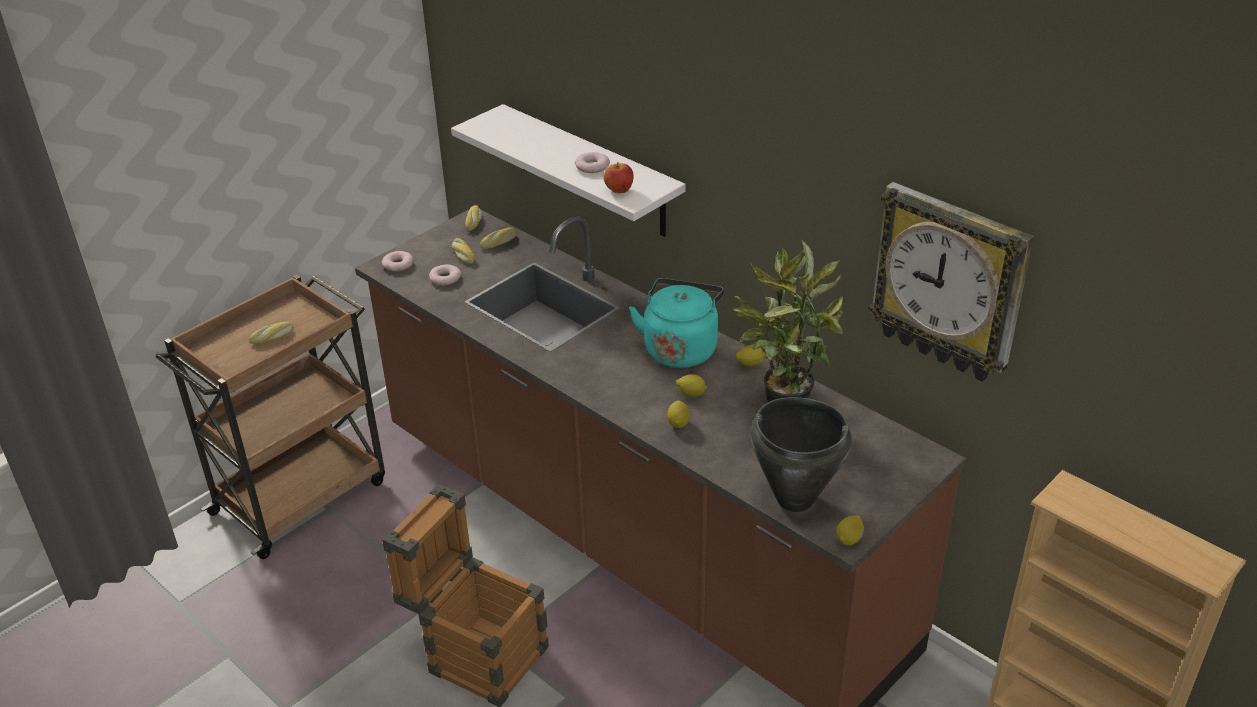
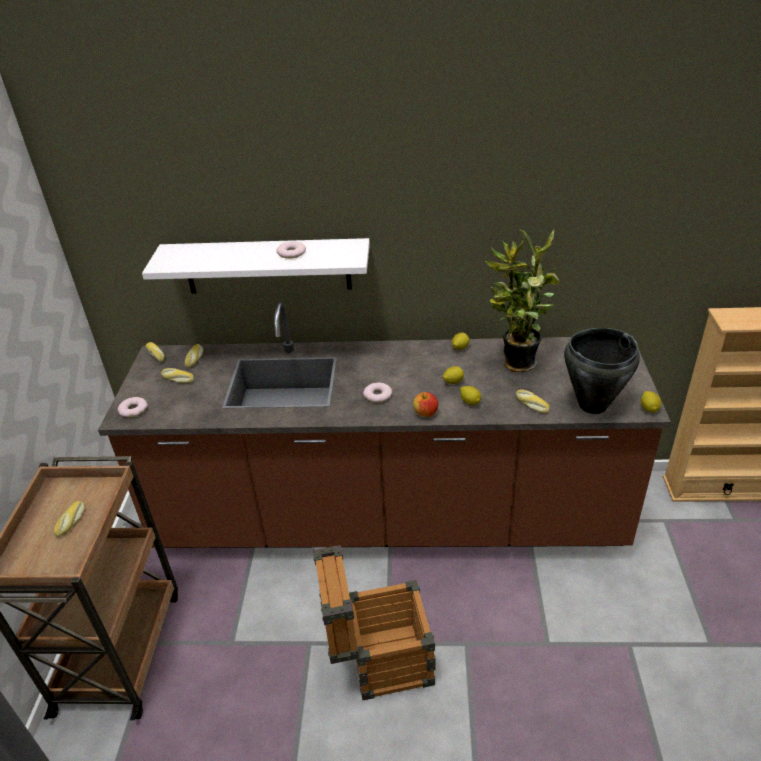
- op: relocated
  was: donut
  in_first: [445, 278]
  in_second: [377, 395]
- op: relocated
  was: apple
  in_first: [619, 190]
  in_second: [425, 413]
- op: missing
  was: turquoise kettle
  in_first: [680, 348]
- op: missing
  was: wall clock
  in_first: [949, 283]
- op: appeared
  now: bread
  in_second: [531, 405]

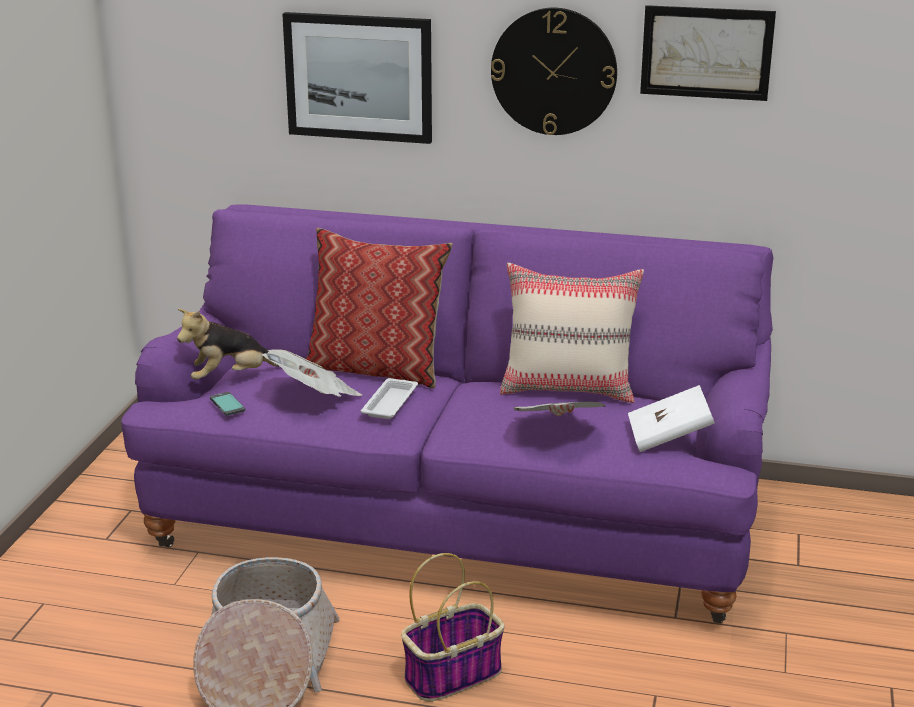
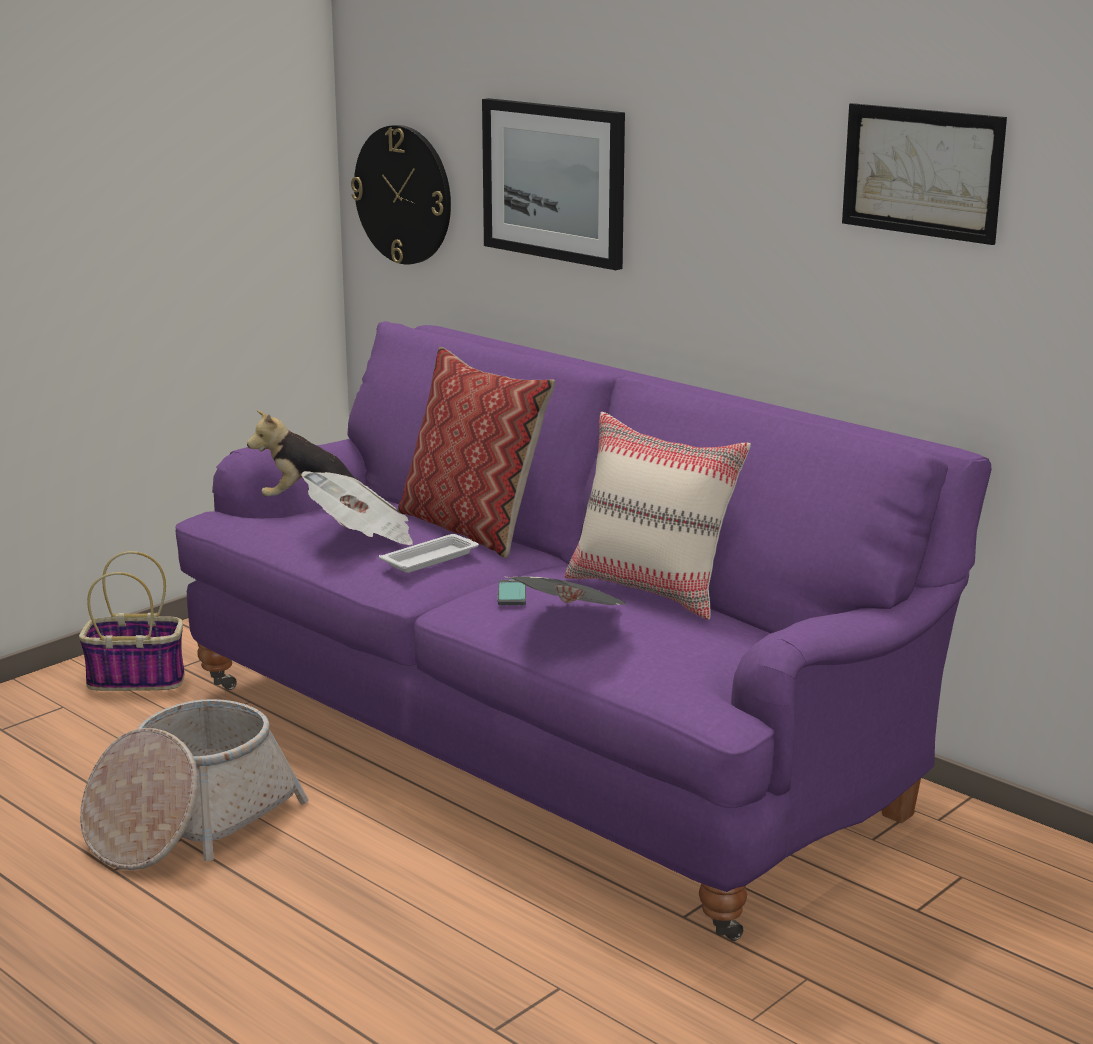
- op: relocated
  was: phone
  in_first: [227, 405]
  in_second: [511, 594]
- op: relocated
  was: basket
  in_first: [453, 674]
  in_second: [138, 679]
- op: relocated
  was: wall clock
  in_first: [554, 71]
  in_second: [403, 195]
- op: missing
  was: white book
  in_first: [669, 437]

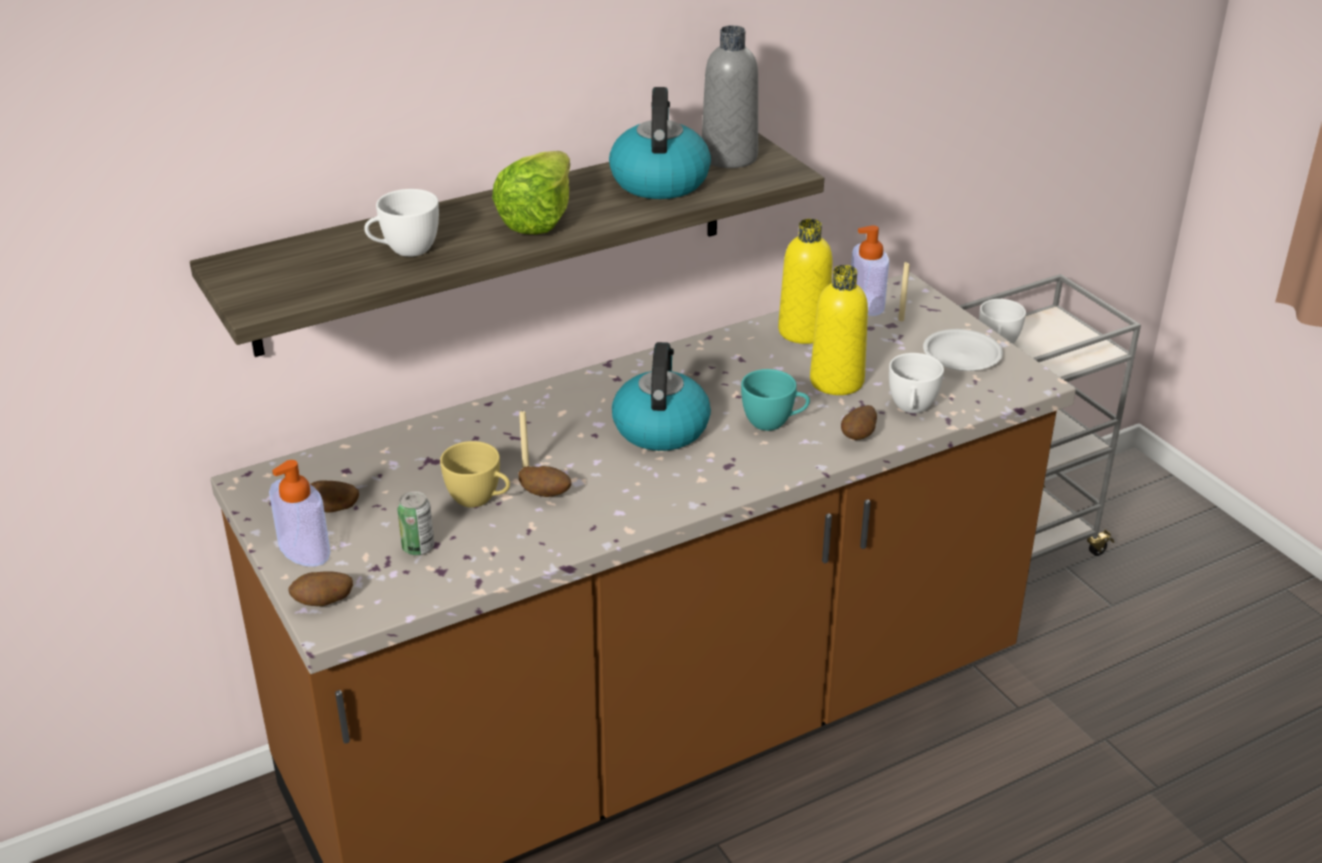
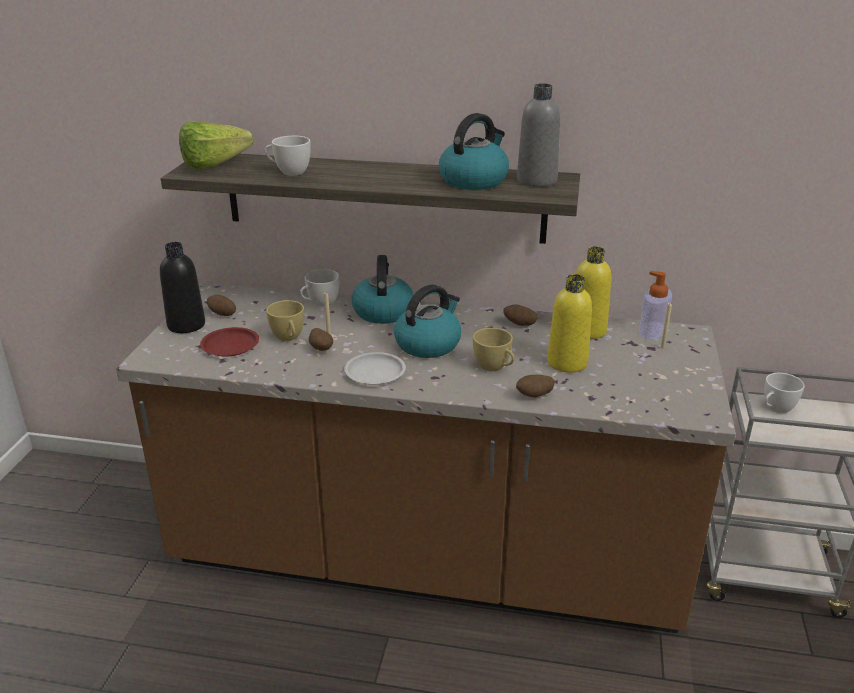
- op: exchanged
  was: soap dispenser
  now: black bottle
  in_first: [304, 549]
  in_second: [186, 325]
- op: relocated
  was: potato
  in_first: [323, 603]
  in_second: [519, 324]
- op: exchanged
  was: can
  now: red plate
  in_first: [418, 547]
  in_second: [230, 346]
- op: relocated
  was: lettuce
  in_first: [545, 215]
  in_second: [221, 164]
- op: colour
  was: turquoise cup
  now: yellow cup
  in_first: [774, 423]
  in_second: [495, 368]
- op: relocated
  was: white cup
  in_first: [911, 409]
  in_second: [320, 303]
- op: relocated
  was: white plate
  in_first: [962, 355]
  in_second: [375, 372]
- op: appeared
  now: kettle
  in_second: [383, 311]

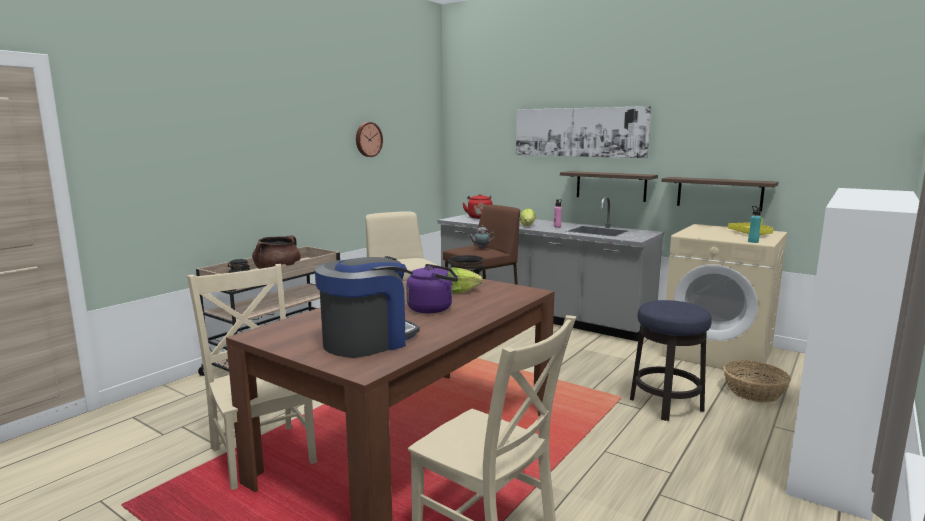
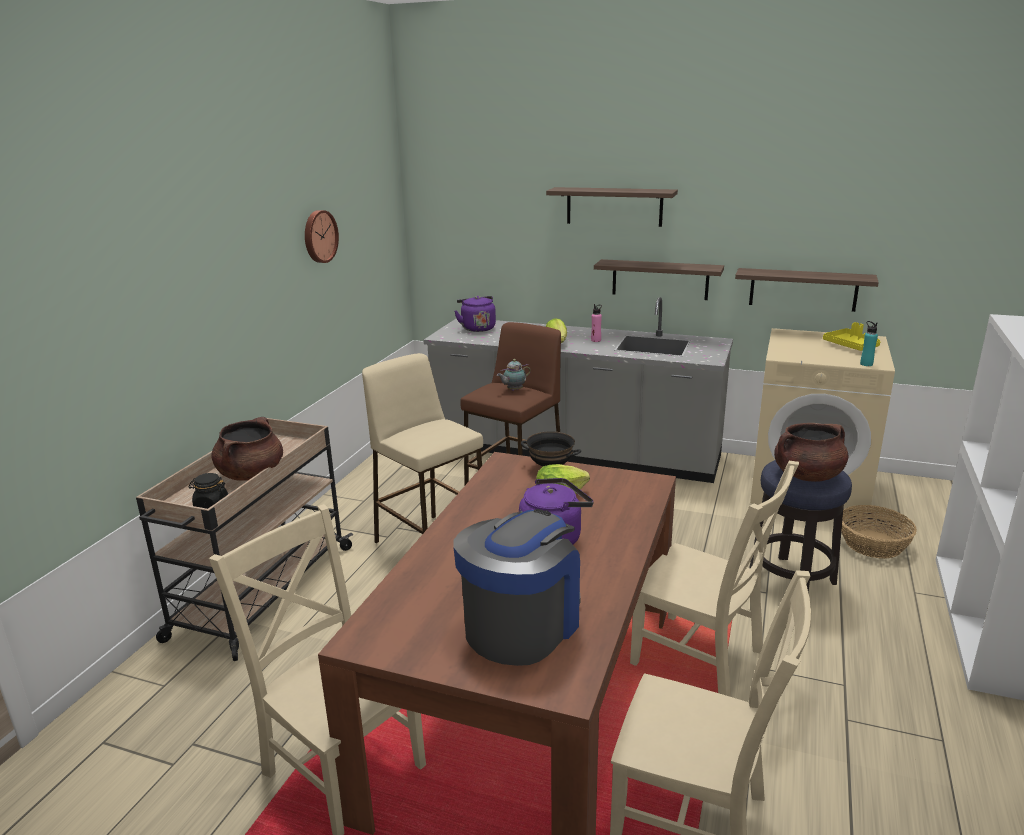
- op: colour
  was: red kettle
  now: purple kettle
  in_first: [479, 217]
  in_second: [477, 328]
- op: exchanged
  was: picture
  now: shelf
  in_first: [579, 132]
  in_second: [614, 206]
- op: appeared
  now: beige chair
  in_second: [702, 660]
- op: appeared
  now: brown cooking pot
  in_second: [807, 476]

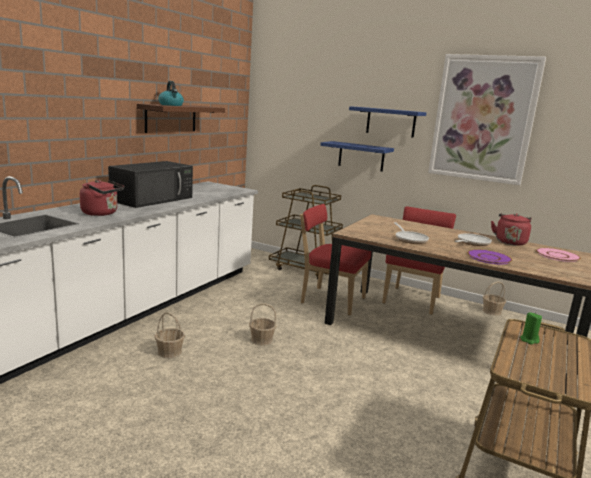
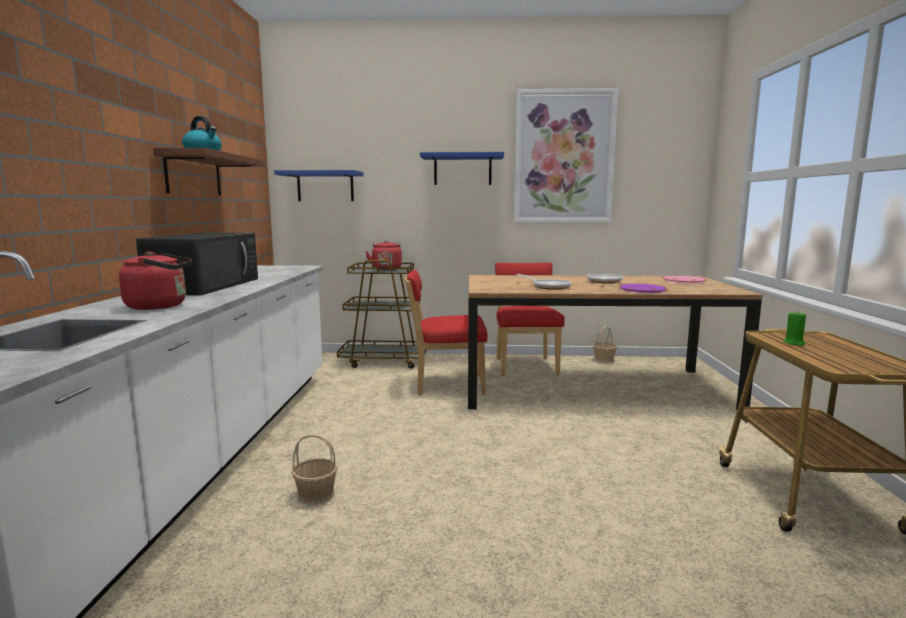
- op: missing
  was: basket
  in_first: [261, 340]
- op: relocated
  was: blue shelf
  in_first: [361, 156]
  in_second: [325, 186]
- op: relocated
  was: red kettle
  in_first: [510, 242]
  in_second: [386, 269]

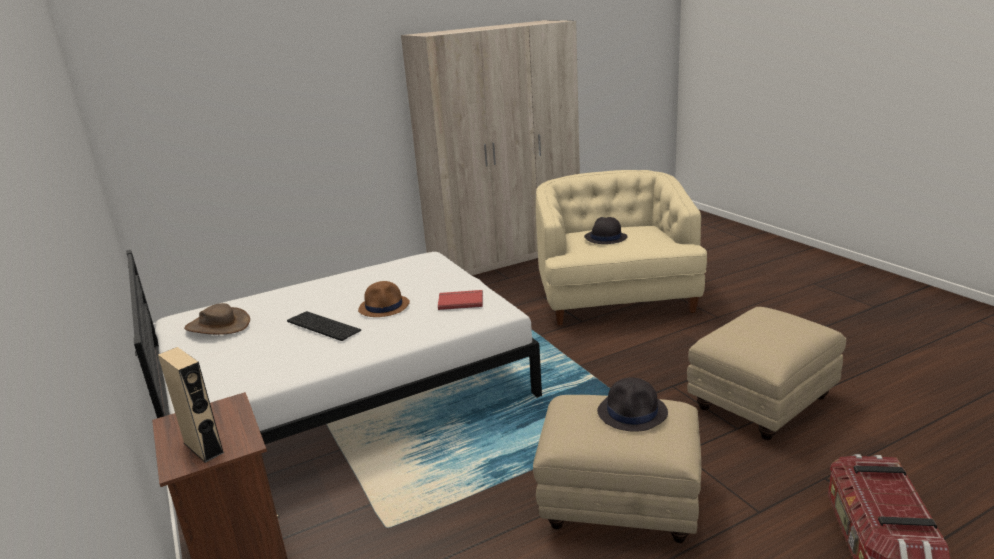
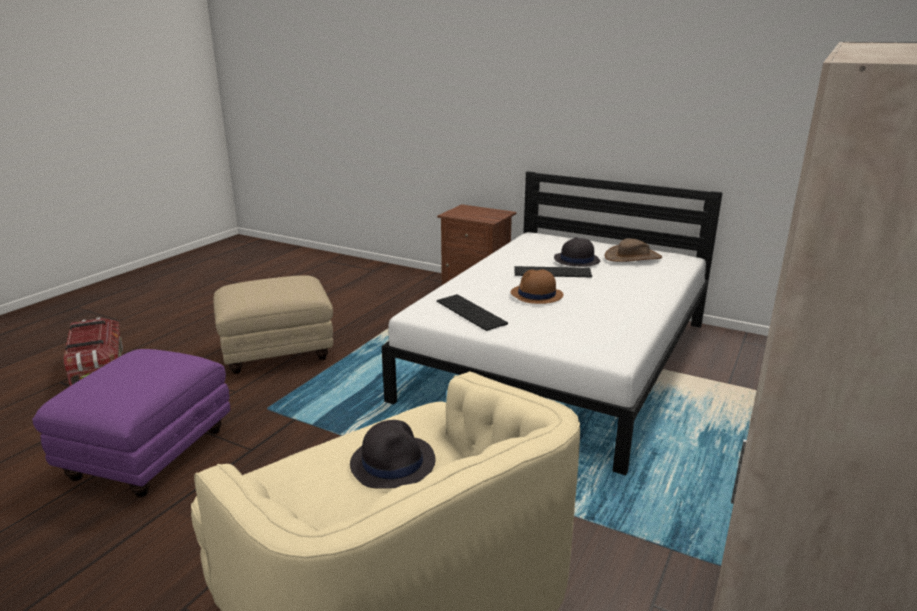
- op: missing
  was: beige speaker
  in_first: [203, 447]
- op: exchanged
  was: red book
  now: keyboard
  in_first: [460, 301]
  in_second: [472, 312]
- op: relocated
  was: black hat
  in_first: [633, 412]
  in_second: [576, 260]
- op: colour
  was: beige ottoman
  now: purple ottoman
  in_first: [762, 403]
  in_second: [148, 456]

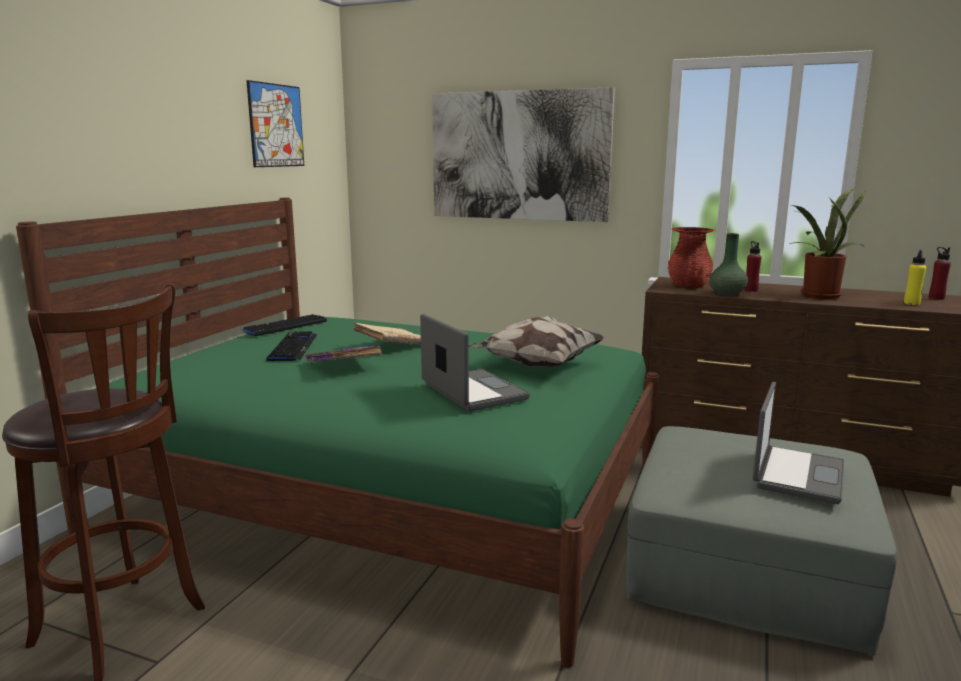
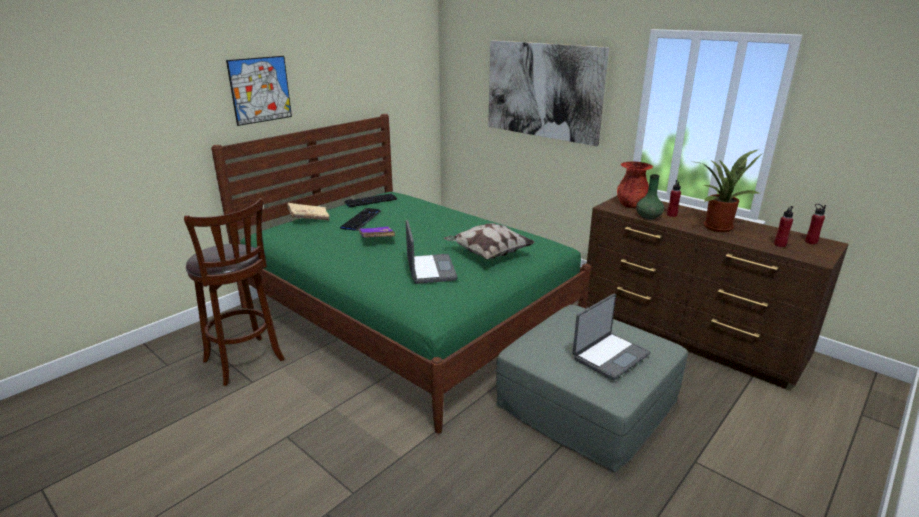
- op: relocated
  was: picture
  in_first: [276, 125]
  in_second: [260, 90]
- op: relocated
  was: beige book
  in_first: [392, 346]
  in_second: [309, 218]
- op: colour
  was: yellow bottle
  now: red bottle
  in_first: [912, 303]
  in_second: [780, 245]

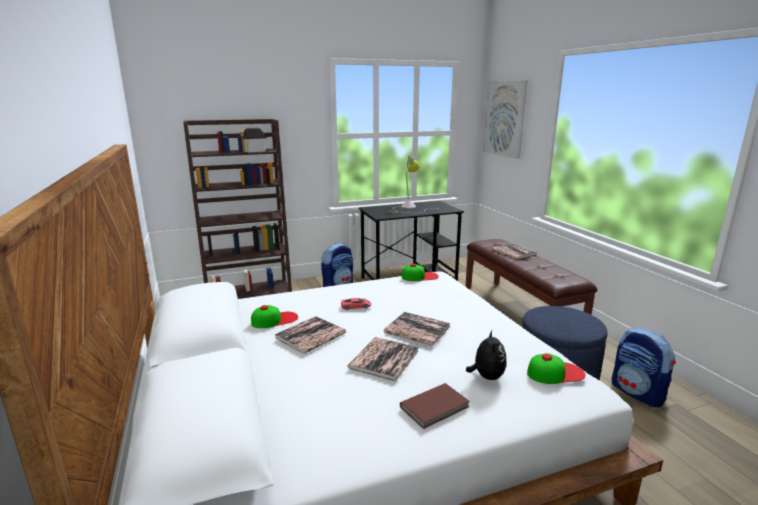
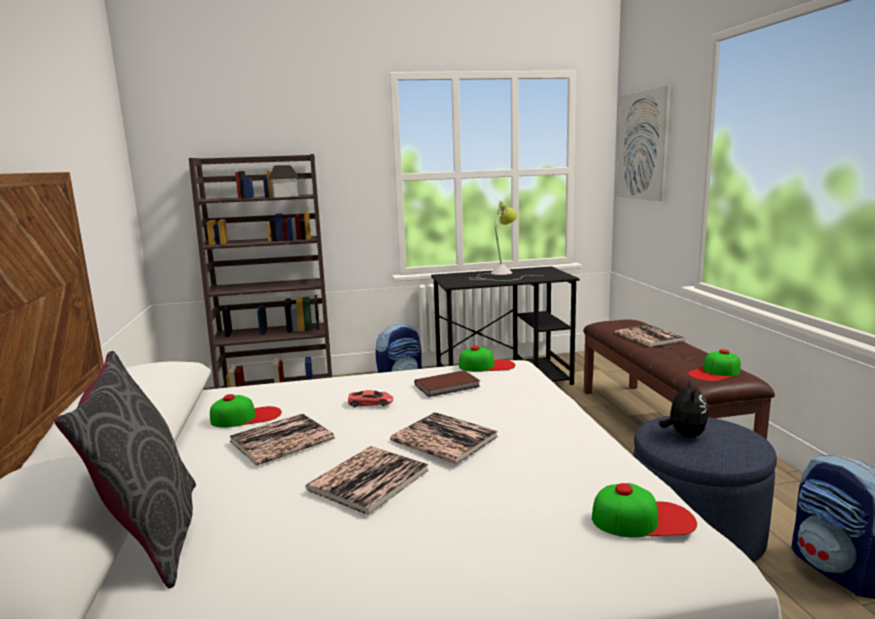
- op: relocated
  was: brown book
  in_first: [436, 407]
  in_second: [448, 386]
- op: relocated
  was: plush toy
  in_first: [486, 376]
  in_second: [684, 435]
- op: appeared
  now: grey pillow
  in_second: [151, 536]
- op: appeared
  now: cap
  in_second: [715, 373]

